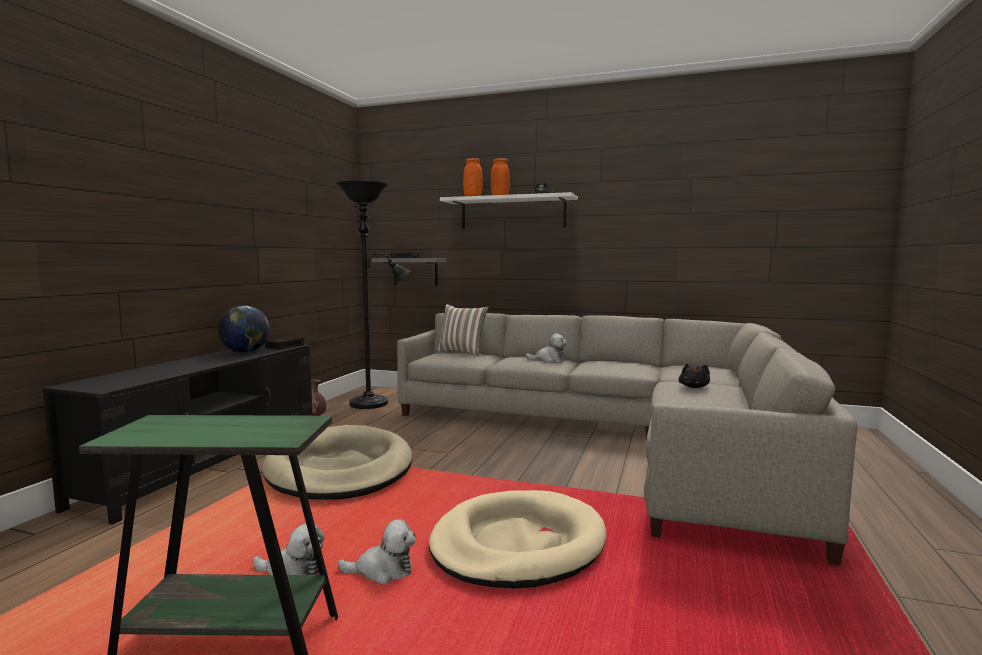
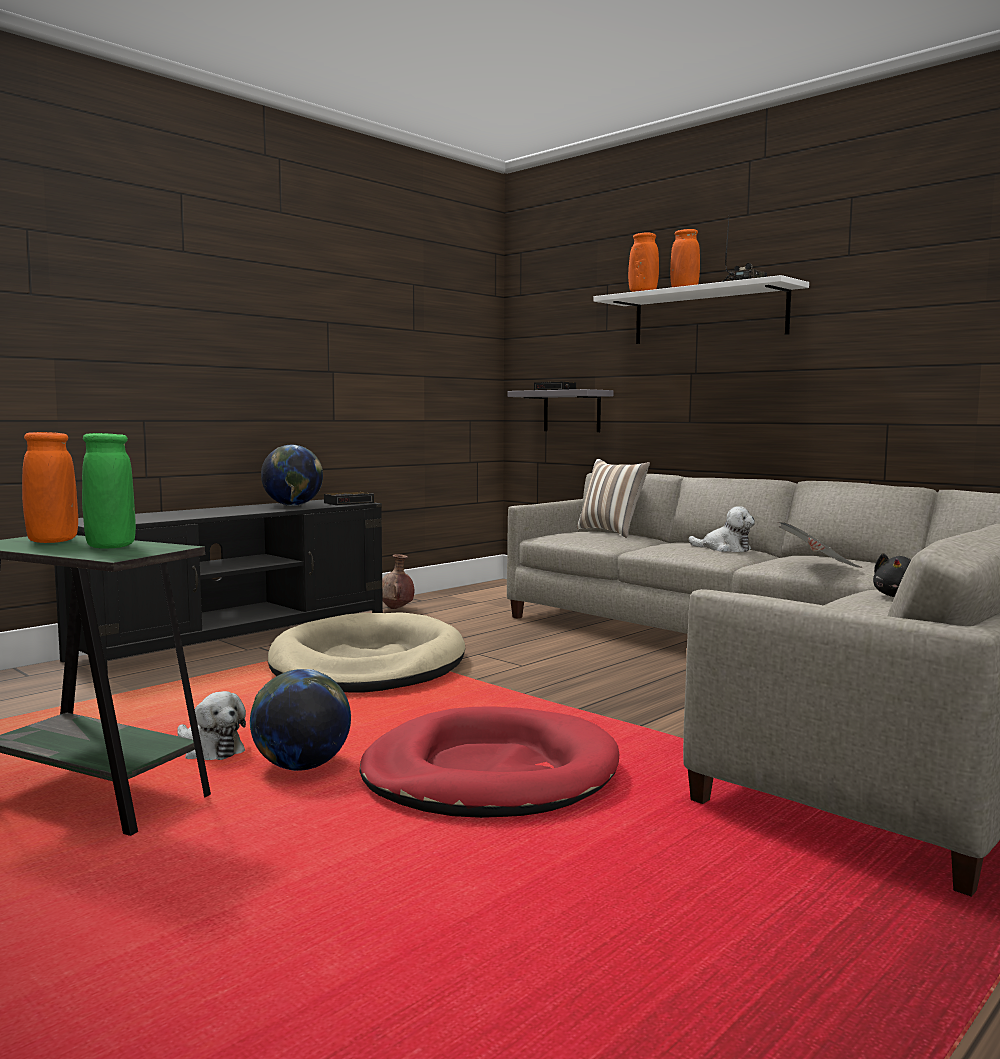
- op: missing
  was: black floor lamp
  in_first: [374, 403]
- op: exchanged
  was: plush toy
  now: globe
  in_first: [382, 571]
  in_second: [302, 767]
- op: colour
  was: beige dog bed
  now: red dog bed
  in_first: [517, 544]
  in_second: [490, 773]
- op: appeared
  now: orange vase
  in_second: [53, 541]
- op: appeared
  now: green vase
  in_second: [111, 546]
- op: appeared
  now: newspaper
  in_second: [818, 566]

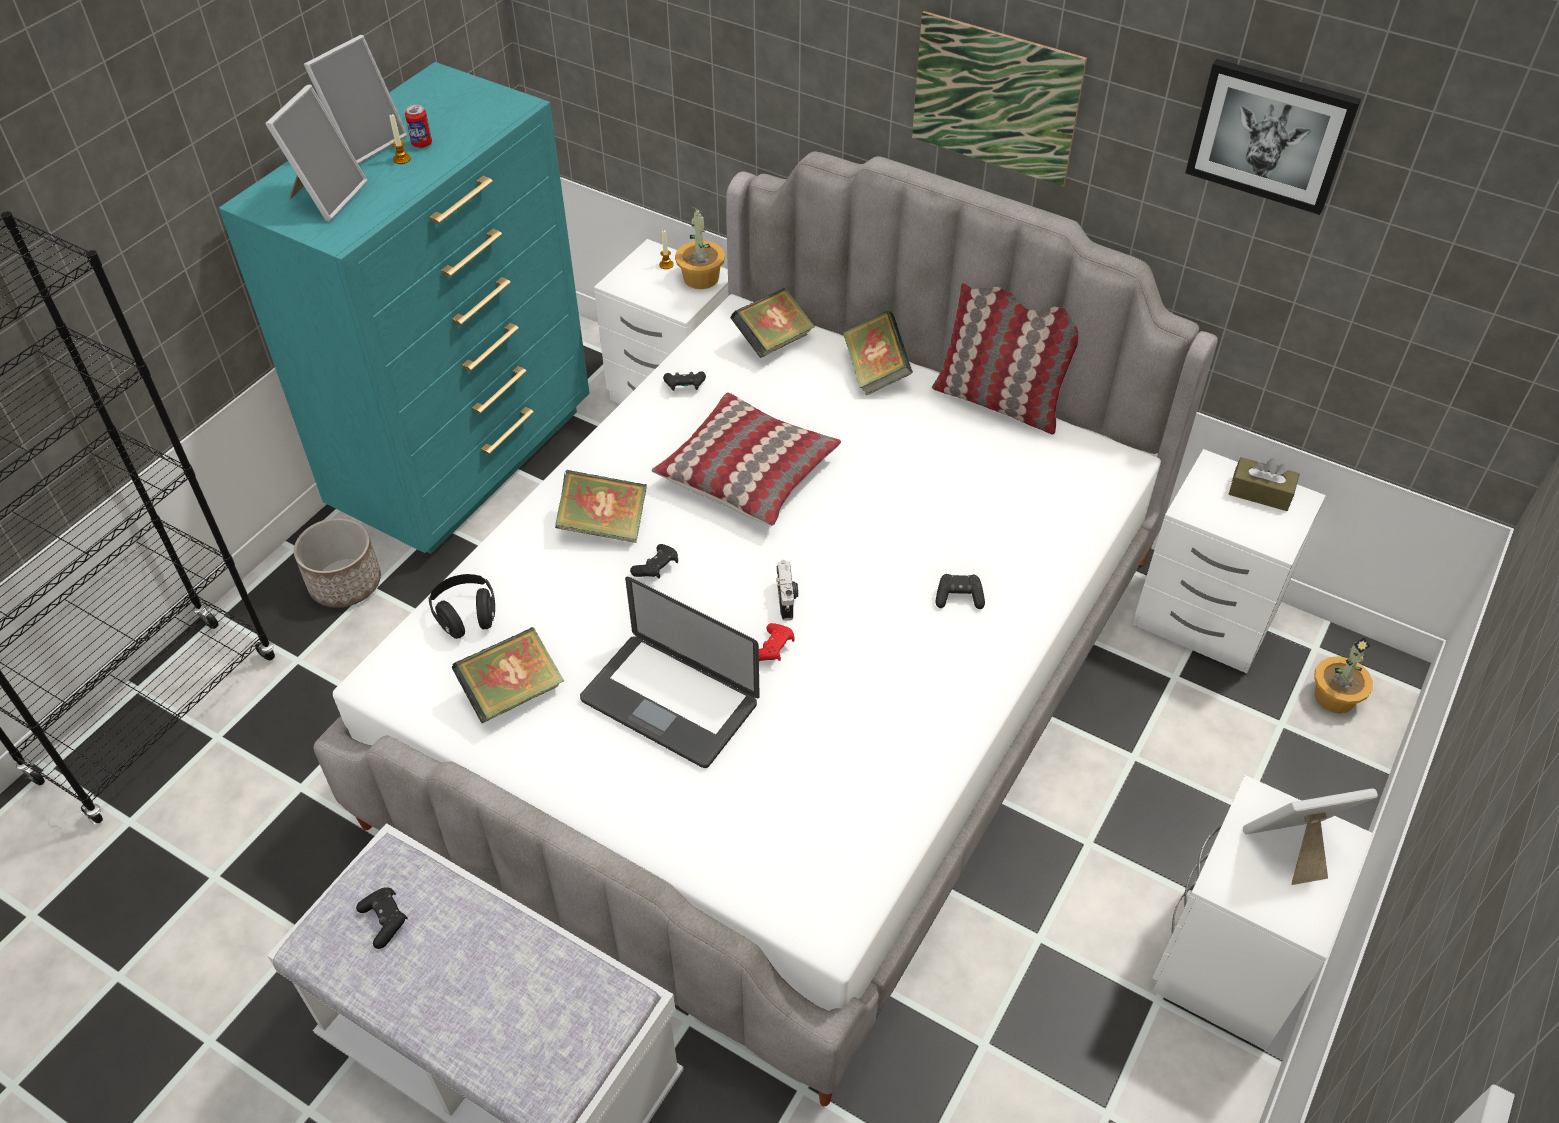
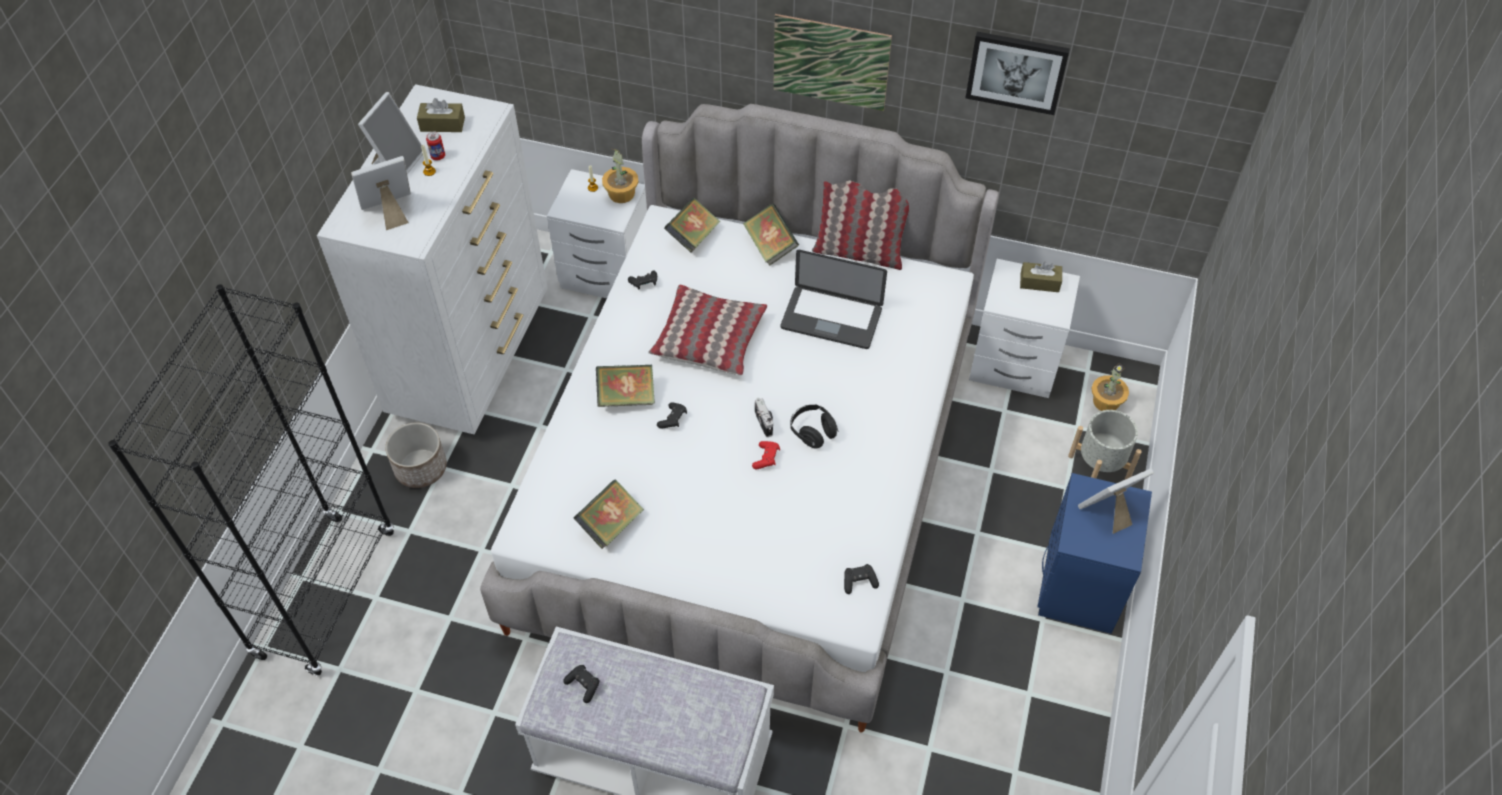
- op: colour
  was: turquoise dresser
  now: white dresser
  in_first: [467, 460]
  in_second: [473, 356]
- op: spun
  was: picture frame
  in_first: [326, 196]
  in_second: [390, 212]
  clockwise: -120
- op: relocated
  was: black headphones
  in_first: [466, 616]
  in_second: [812, 432]
- op: relocated
  was: laptop
  in_first: [669, 702]
  in_second: [831, 319]
- op: relocated
  was: black game controller
  in_first: [959, 597]
  in_second: [859, 582]
- op: colour
  was: white nightstand
  now: blue nightstand
  in_first: [1227, 962]
  in_second: [1077, 587]
- op: appeared
  now: brown tissue box
  in_second: [442, 124]
- op: appeared
  now: grey planter
  in_second: [1098, 467]

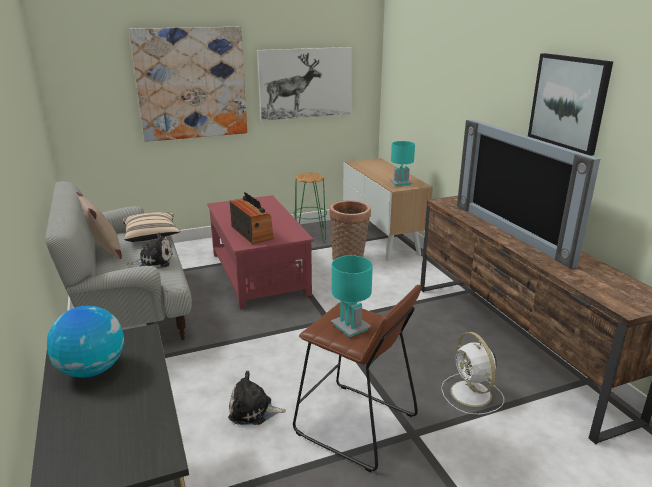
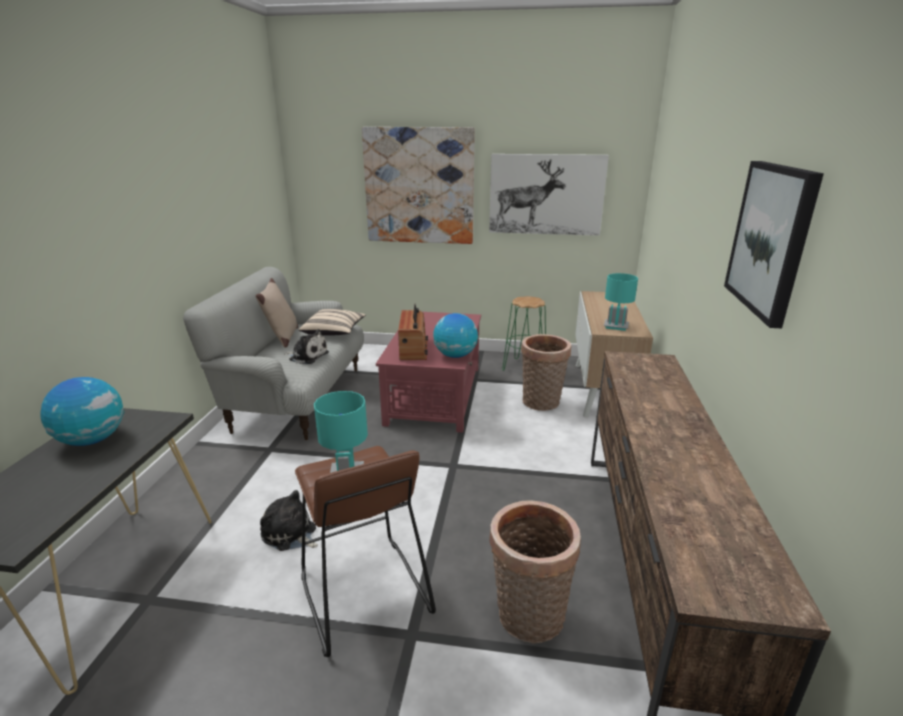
- op: exchanged
  was: white fan
  now: basket
  in_first: [472, 395]
  in_second: [528, 619]
- op: missing
  was: television
  in_first: [514, 231]
- op: appeared
  now: globe
  in_second: [455, 355]

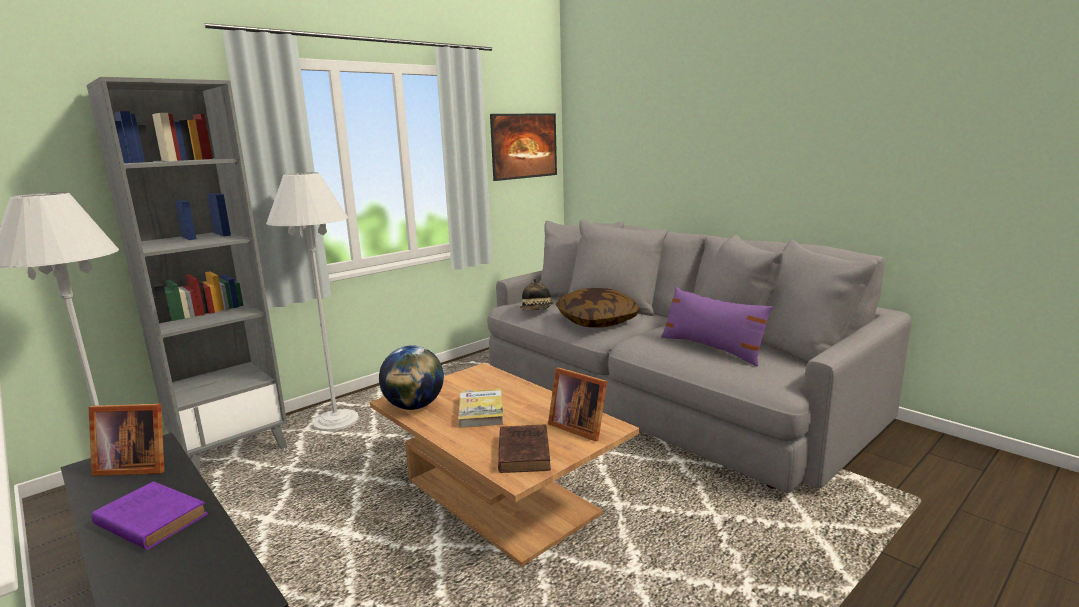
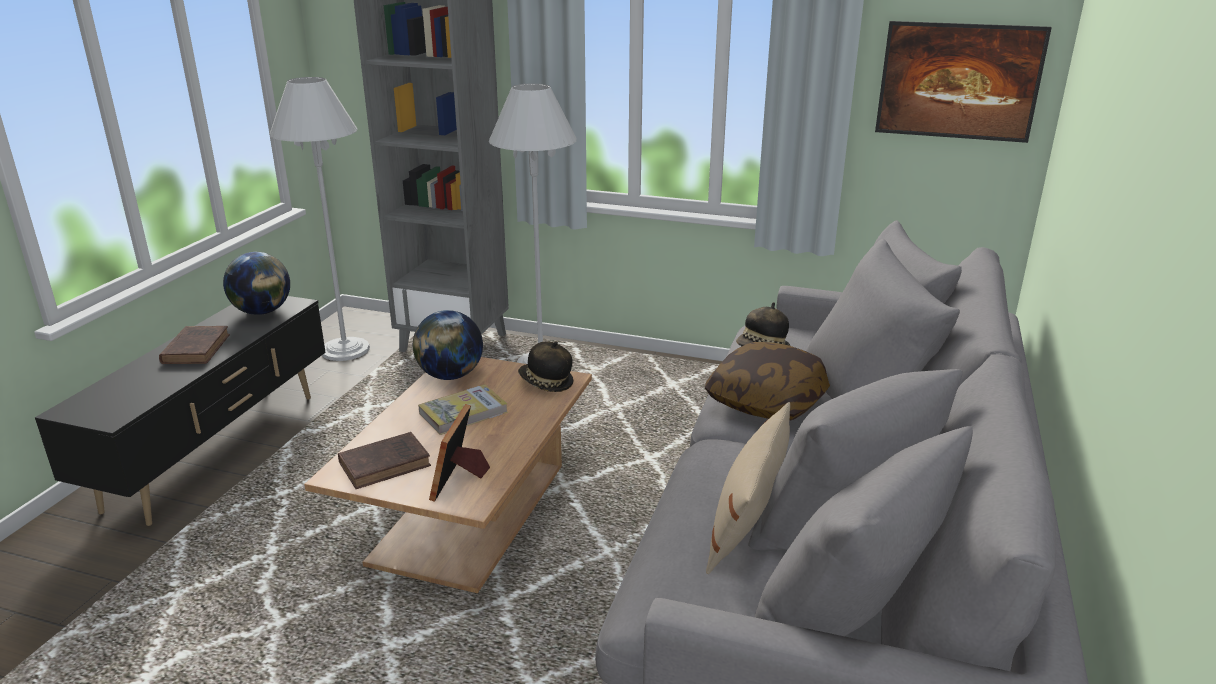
- op: exchanged
  was: picture frame
  now: globe
  in_first: [134, 466]
  in_second: [262, 312]
- op: colour
  was: purple book
  now: brown book
  in_first: [150, 519]
  in_second: [197, 348]
- op: colour
  was: purple pillow
  now: beige pillow
  in_first: [711, 348]
  in_second: [748, 519]
- op: appeared
  now: hat
  in_second: [545, 383]

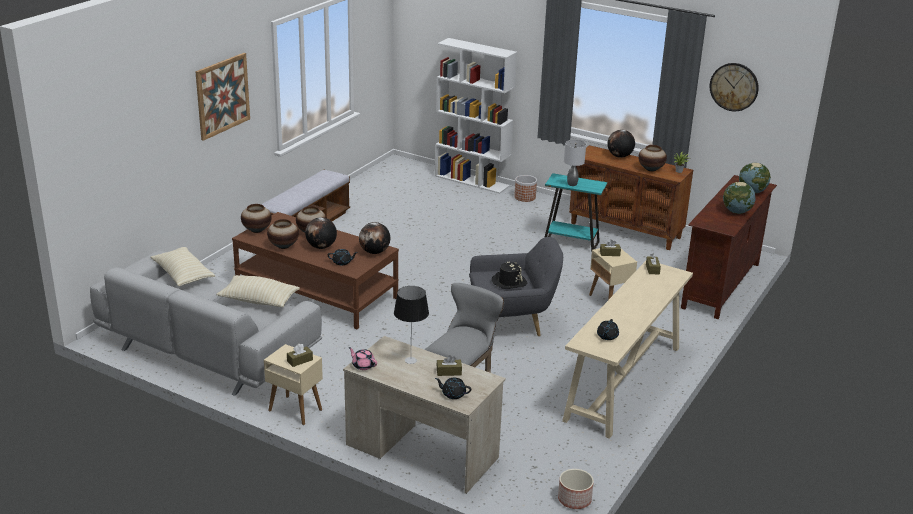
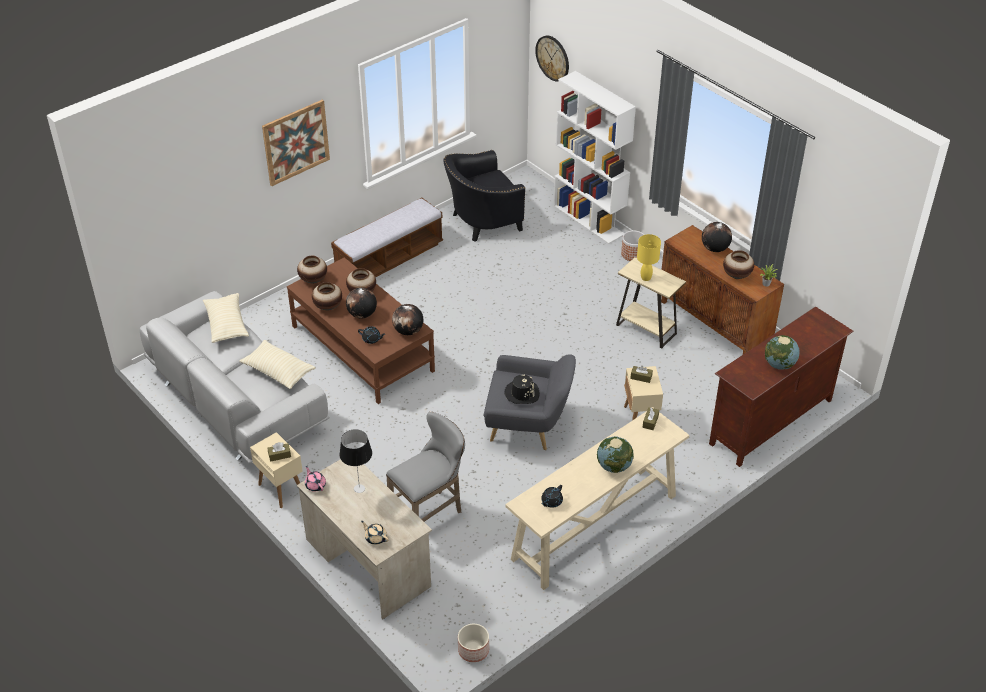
- op: colour
  was: black teapot
  now: beige teapot
  in_first: [453, 394]
  in_second: [375, 537]
- op: missing
  was: brown tissue box
  in_first: [449, 372]
- op: colour
  was: turquoise side table
  now: beige side table
  in_first: [571, 242]
  in_second: [646, 329]
- op: colour
  was: grey table lamp
  now: yellow table lamp
  in_first: [572, 184]
  in_second: [645, 277]
- op: relocated
  was: wall clock
  in_first: [734, 87]
  in_second: [553, 58]
- op: relocated
  was: globe
  in_first: [752, 191]
  in_second: [614, 466]
- op: appeared
  now: black armchair
  in_second: [482, 222]

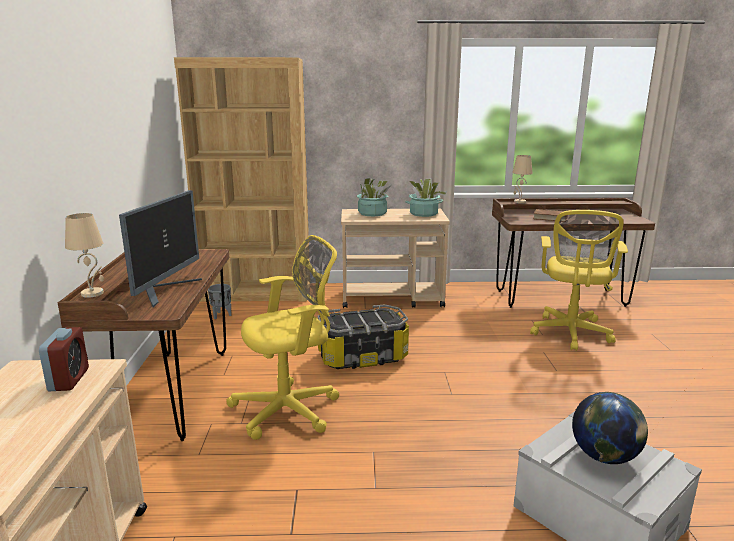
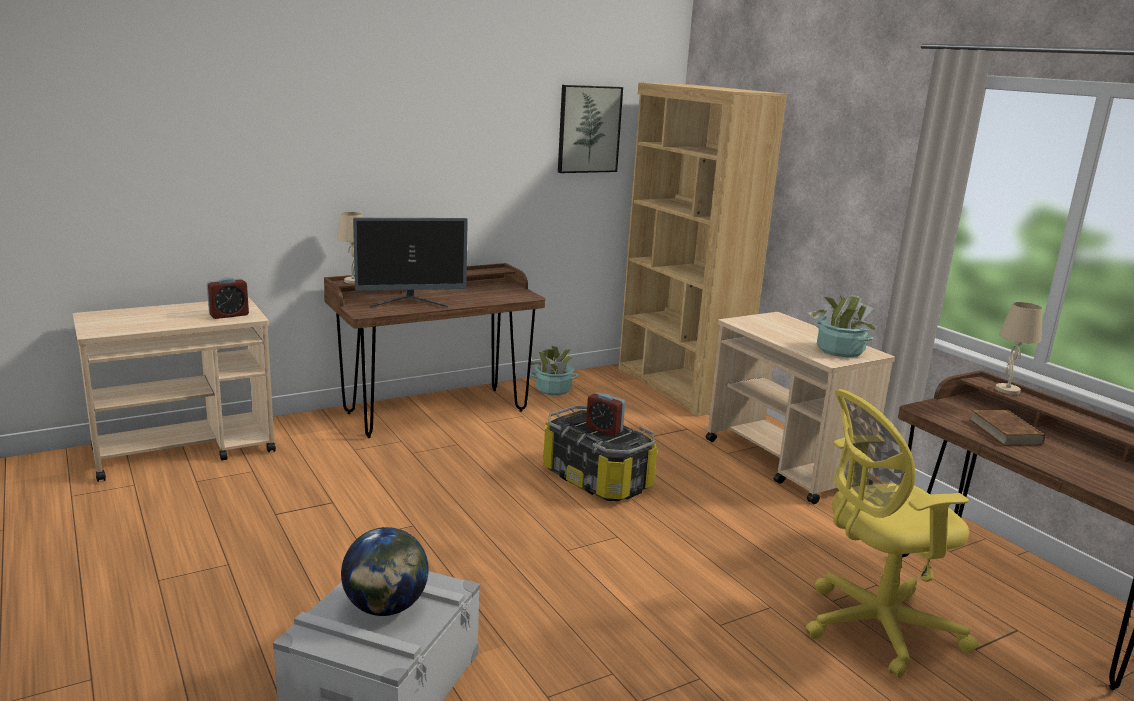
- op: missing
  was: grey planter
  in_first: [221, 315]
- op: missing
  was: yellow office chair
  in_first: [290, 409]
- op: relocated
  was: potted plant
  in_first: [372, 213]
  in_second: [553, 389]
- op: appeared
  now: picture
  in_second: [588, 129]
- op: appeared
  now: alarm clock
  in_second: [604, 429]

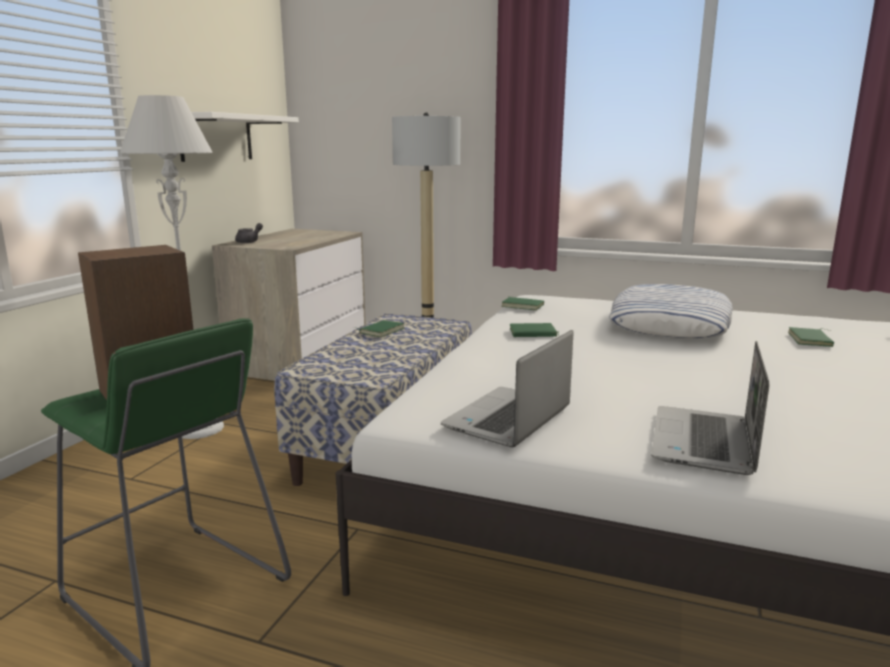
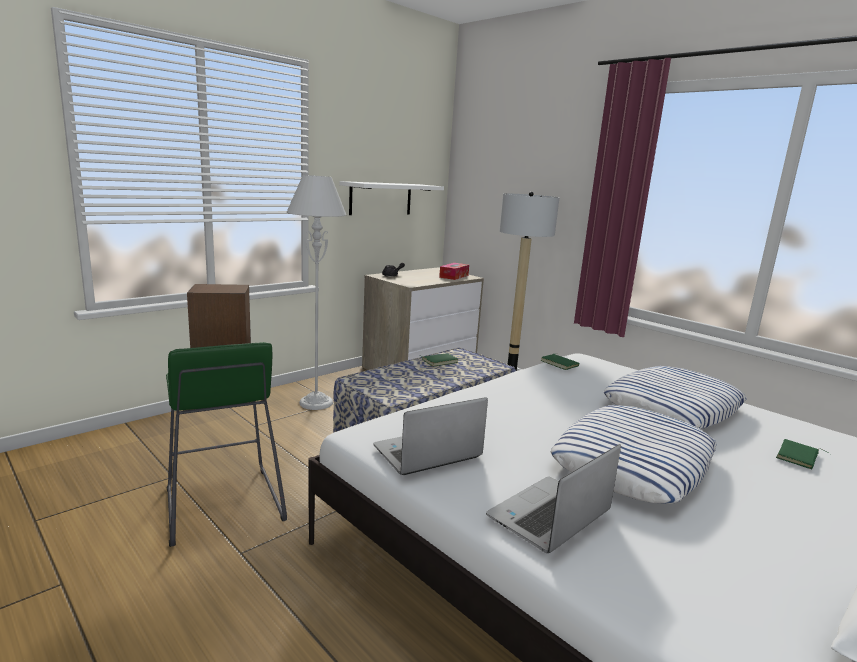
- op: missing
  was: green book
  in_first: [532, 334]
- op: appeared
  now: tissue box
  in_second: [454, 276]
- op: appeared
  now: pillow
  in_second: [633, 463]

